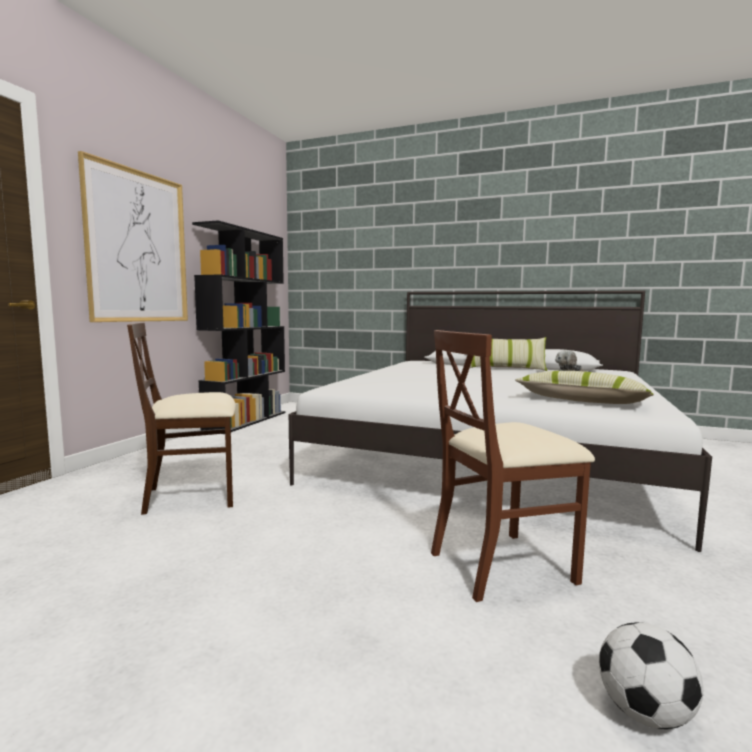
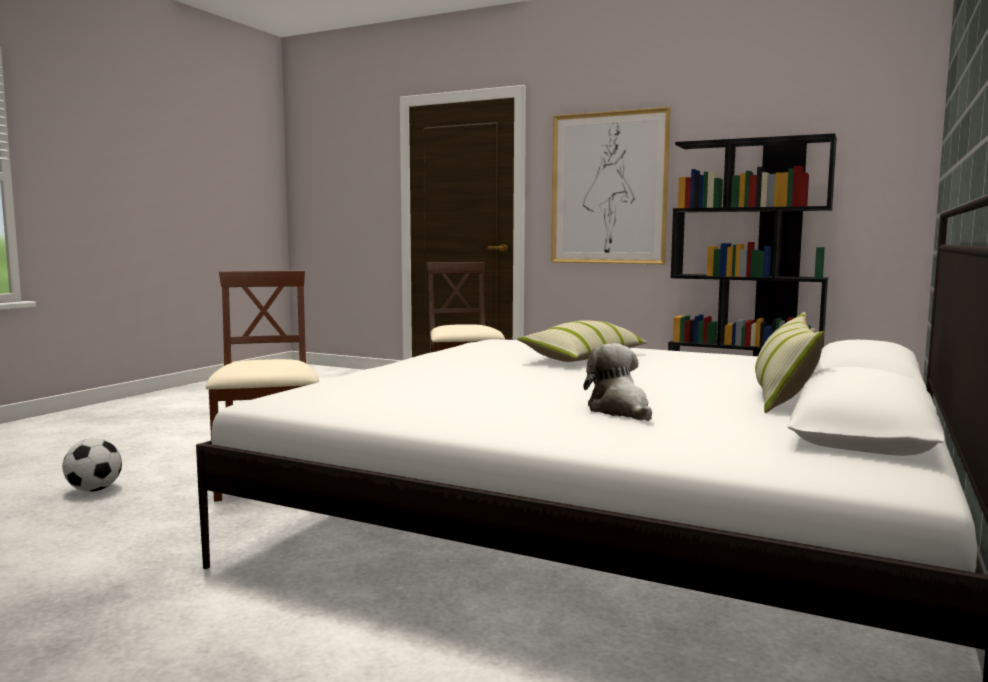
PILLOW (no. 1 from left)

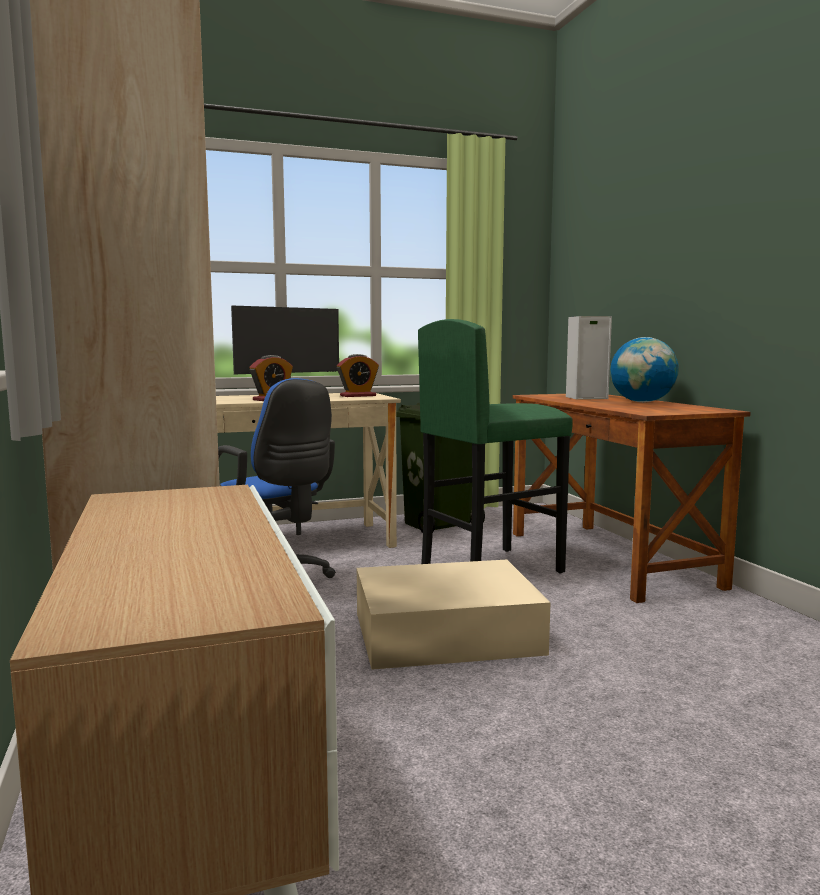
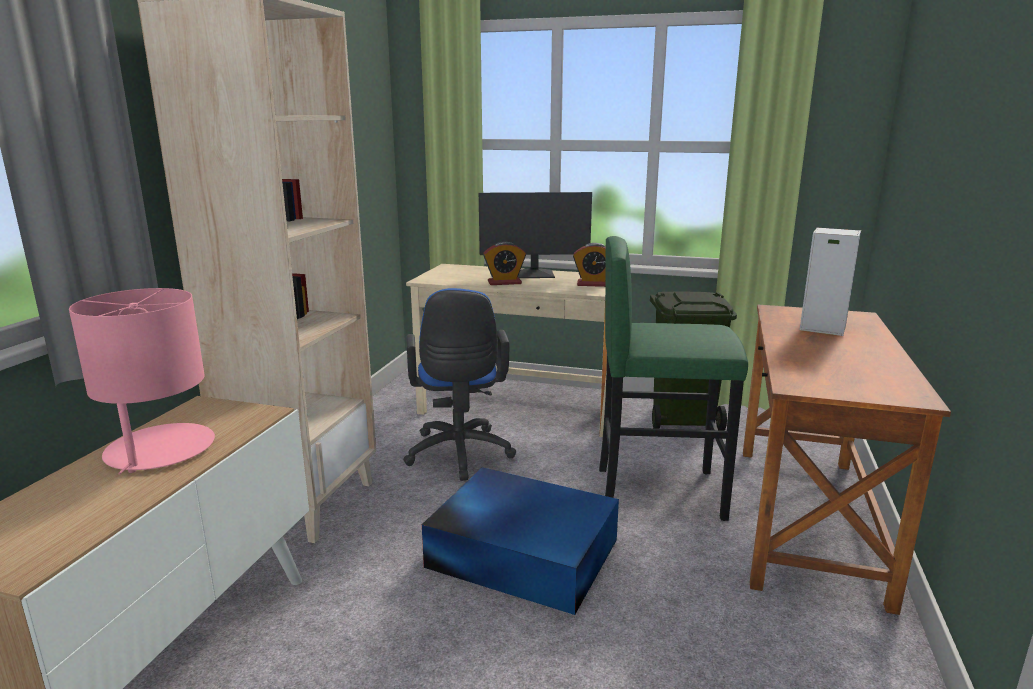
GLOBE
PINK TABLE LAMP
BLUE STORAGE BOX

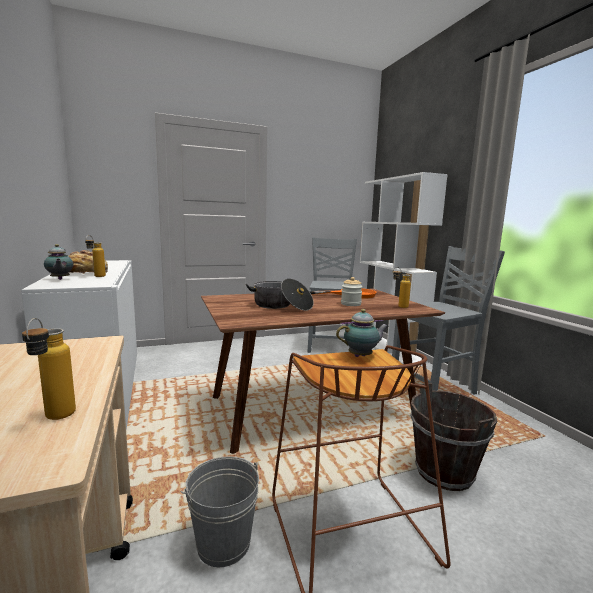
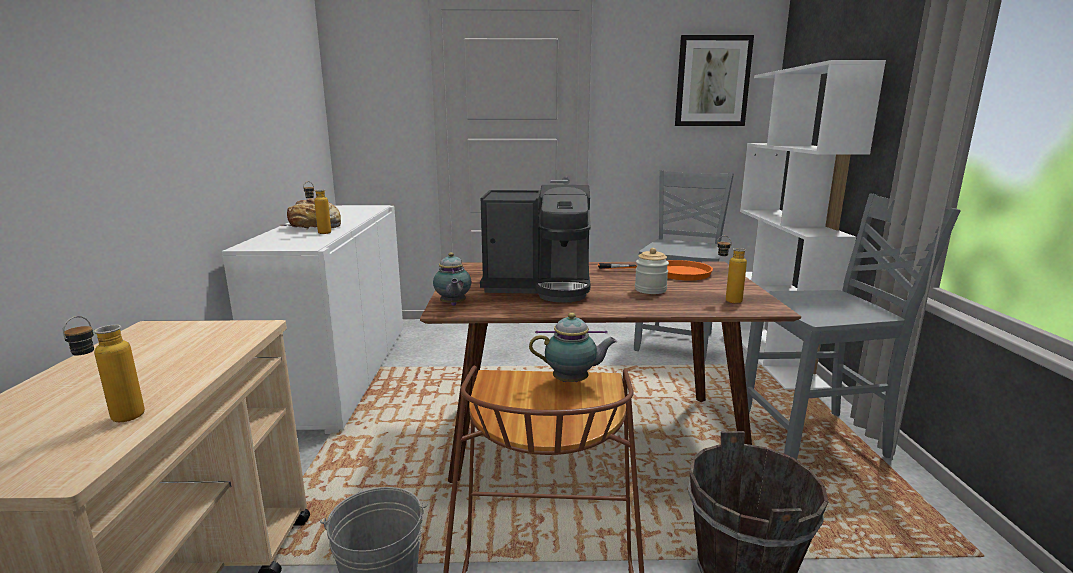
PICTURE
TEAPOT (no. 1 from left)
COFFEE MACHINE

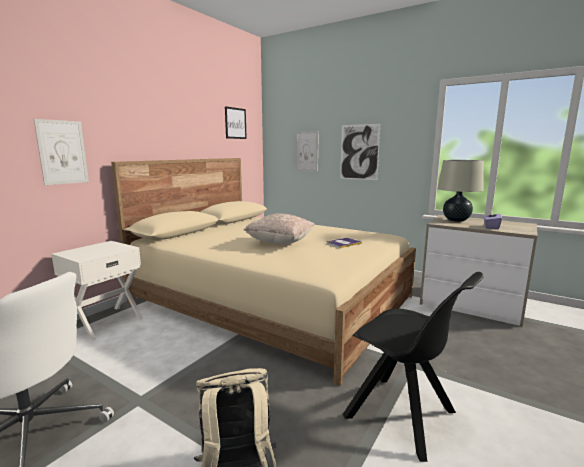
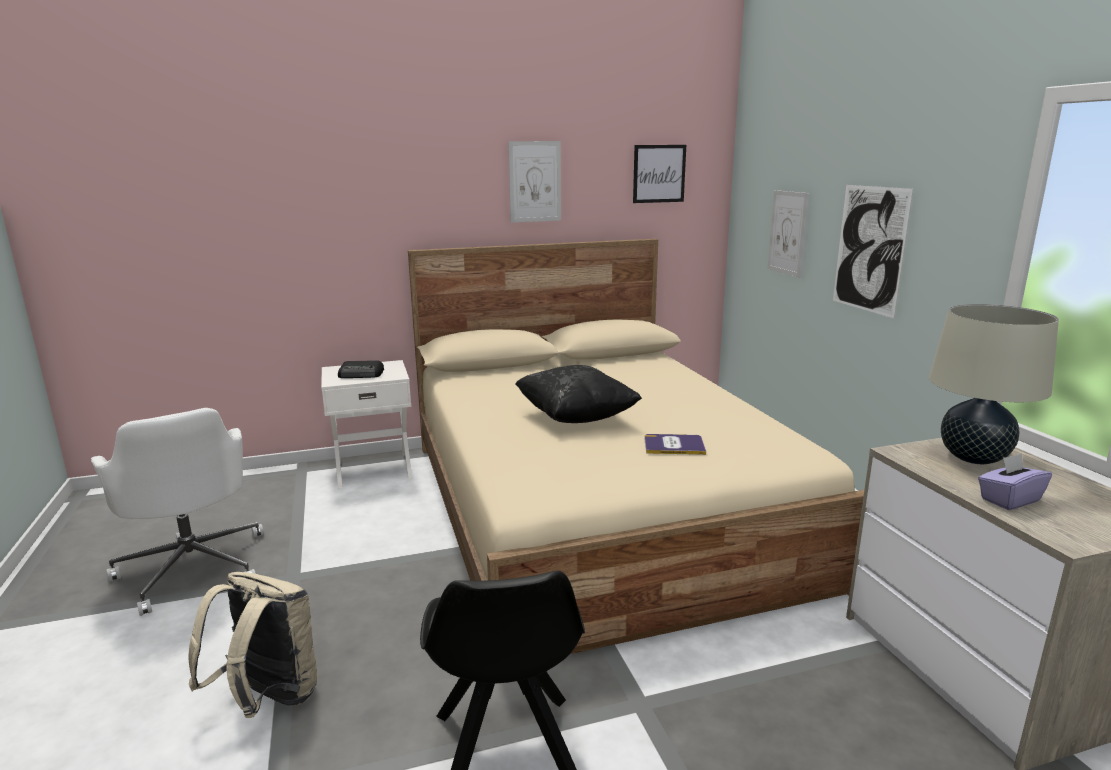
RADIO
PICTURE (no. 1 from left)
BLACK PILLOW

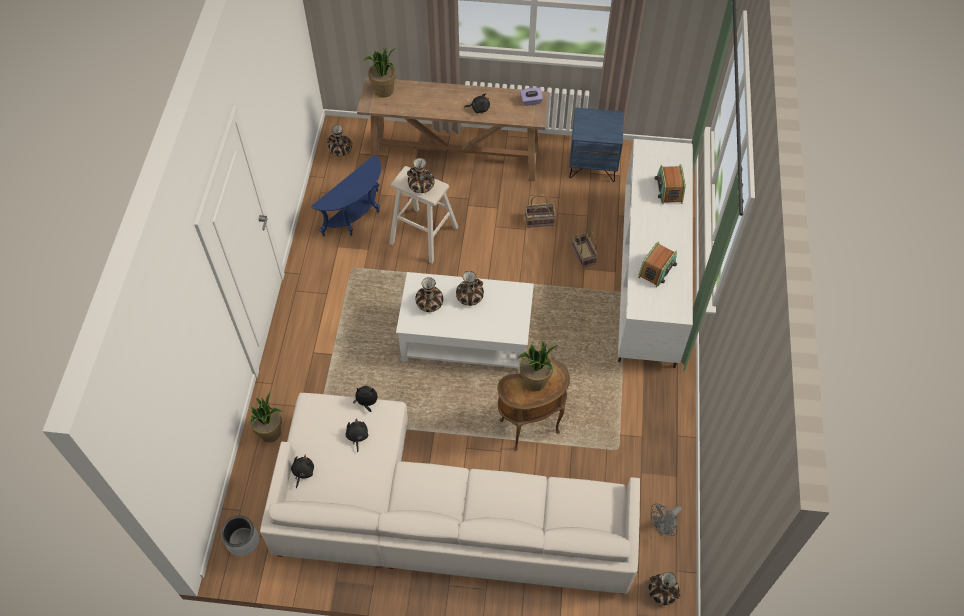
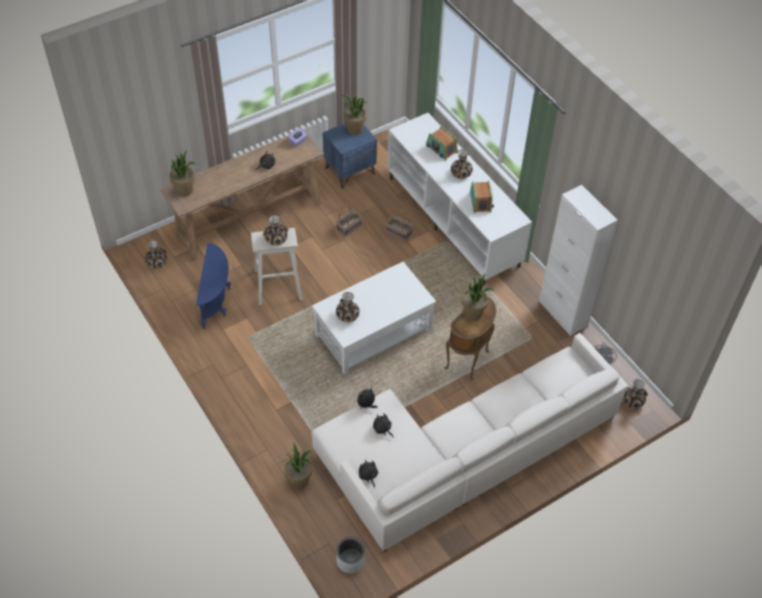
POTTED PLANT (no. 3 from left)
WHITE CABINET
VASE (no. 4 from left)

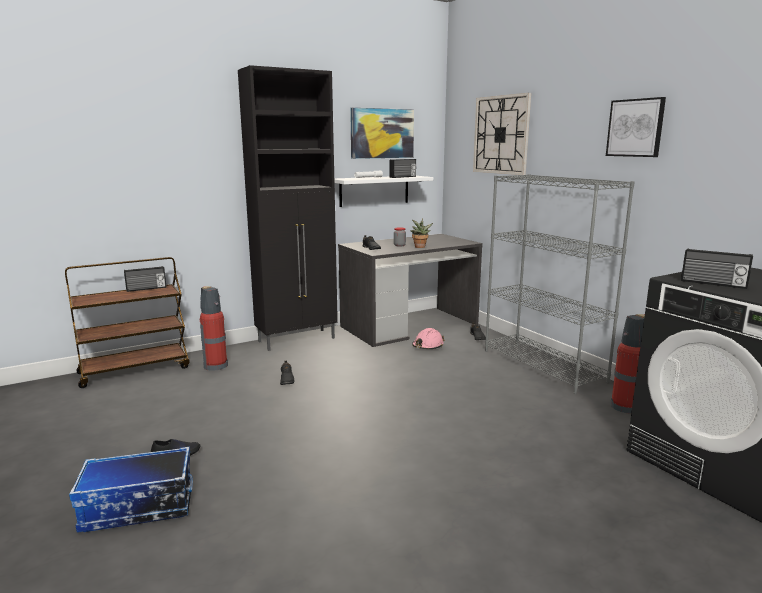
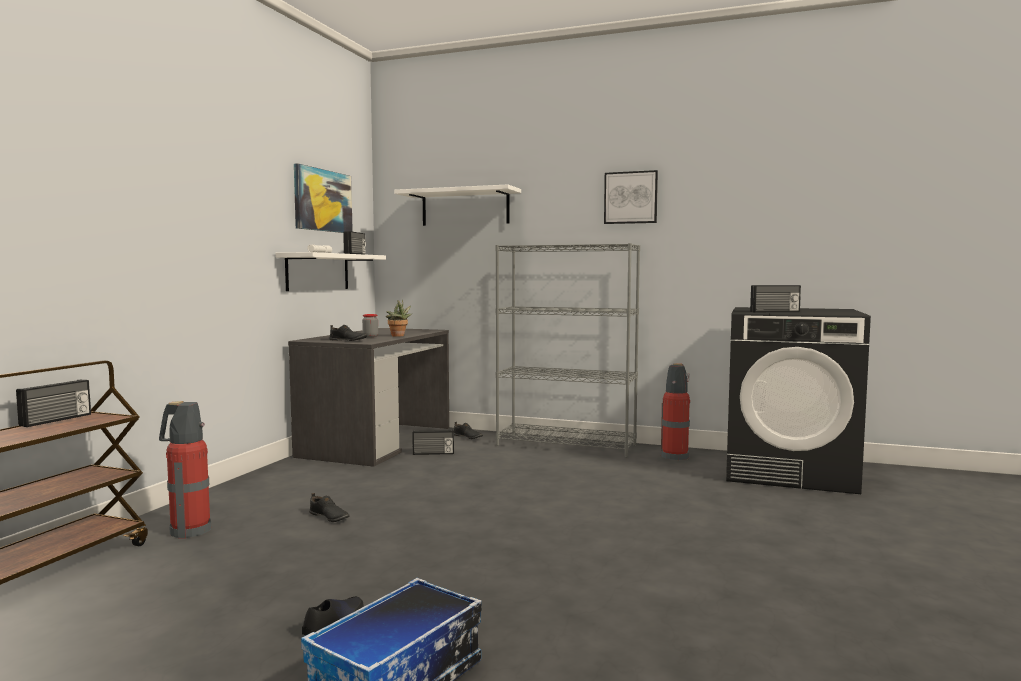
BLACK CABINET
RADIO (no. 3 from left)
WHITE SHELF (no. 2 from left)

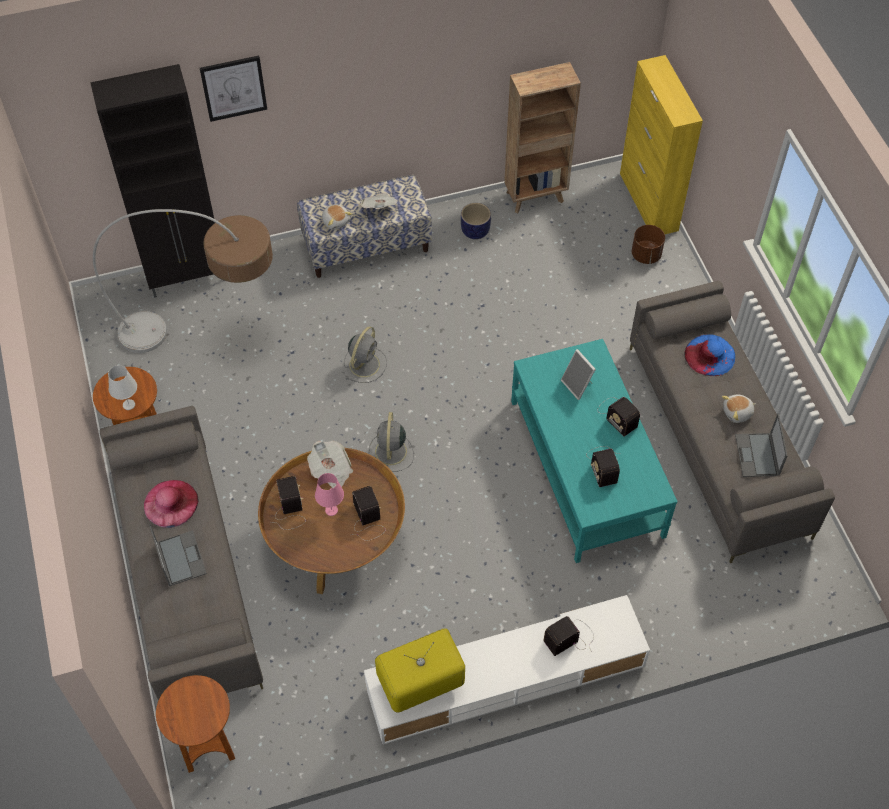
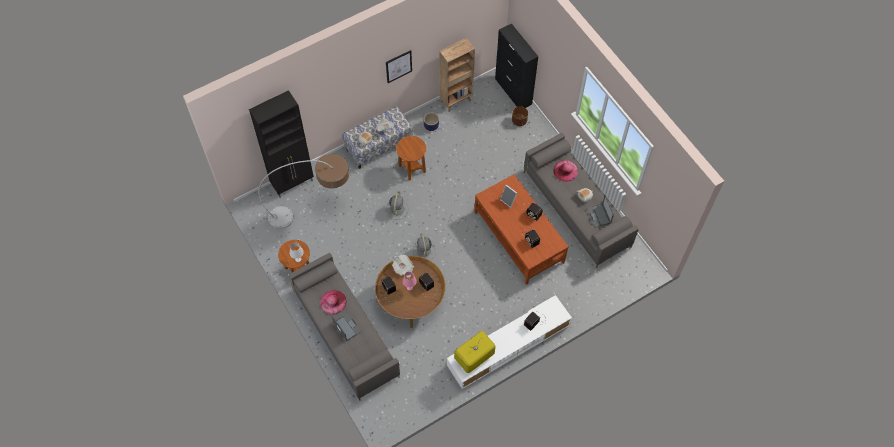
BROWN SIDE TABLE (no. 2 from left)
PICTURE
BROWN COFFEE TABLE (no. 2 from left)
BLACK CABINET (no. 2 from left)
PINK HAT (no. 2 from left)

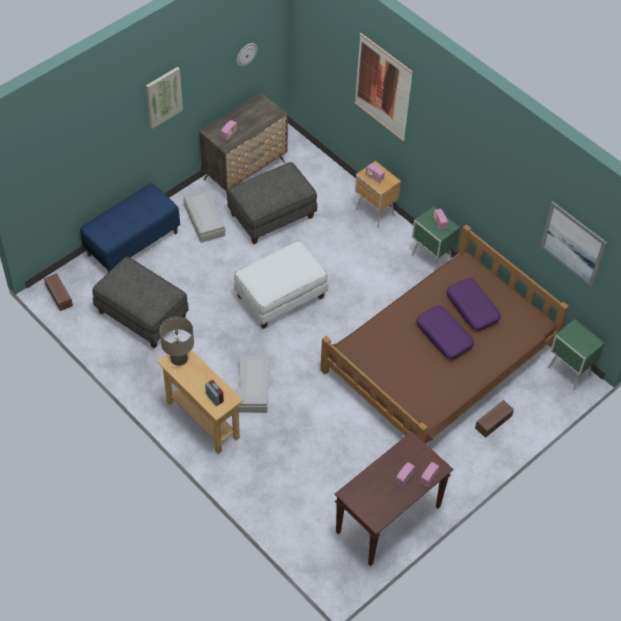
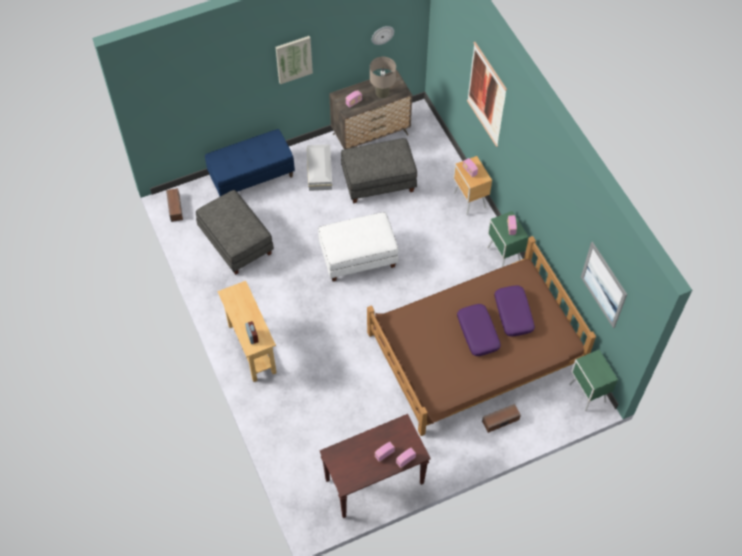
WHITE STORAGE BOX (no. 2 from left in the first image)
BEIGE TABLE LAMP

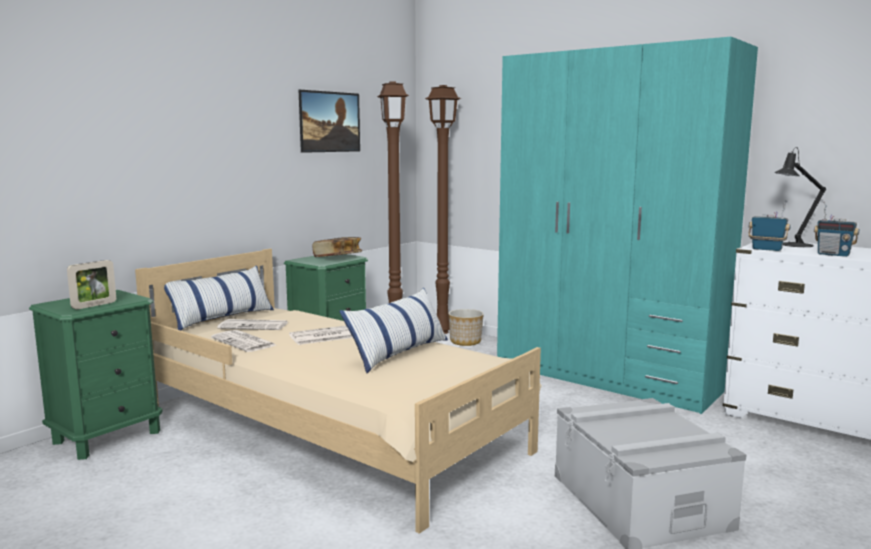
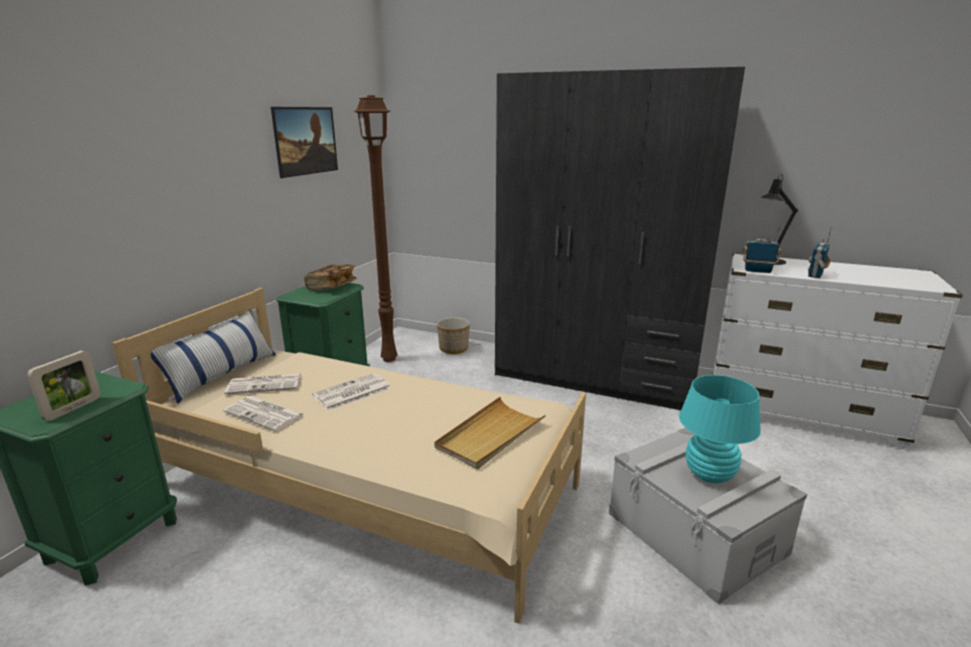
PILLOW (no. 2 from left in the first image)
BROWN FLOOR LAMP (no. 2 from left in the first image)
BEIGE TRAY
TURQUOISE TABLE LAMP
GREY WARDROBE
RADIO (no. 2 from left)

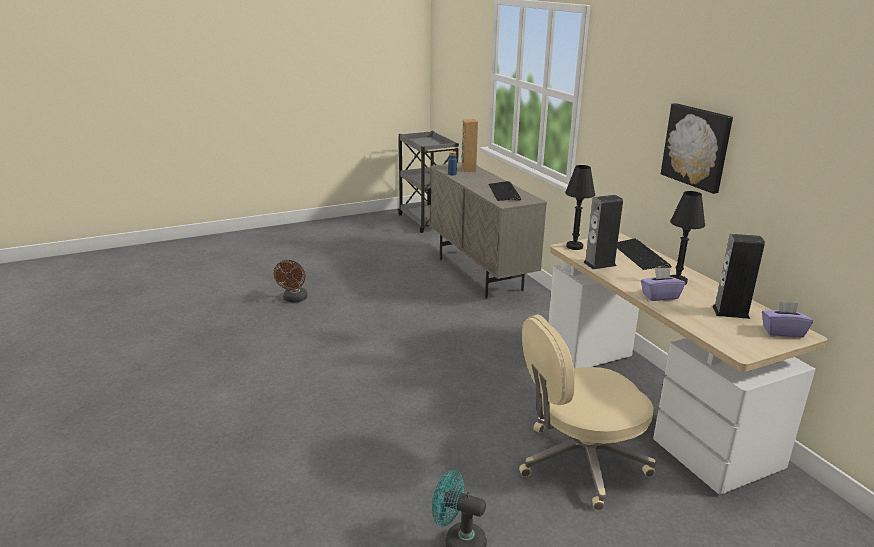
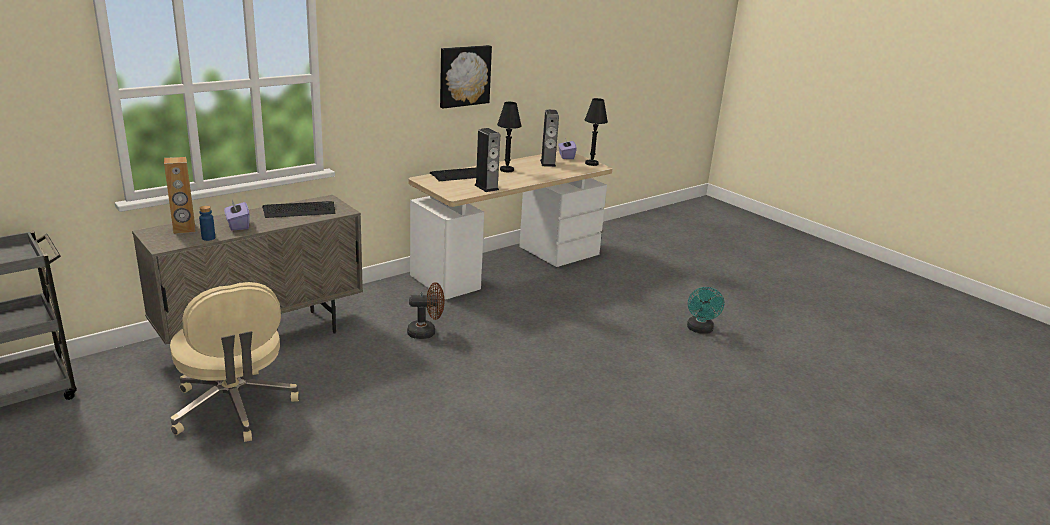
BROWN FAN
BEIGE OFFICE CHAIR
BLACK TABLE LAMP (no. 2 from left)
PURPLE TISSUE BOX (no. 1 from left)

